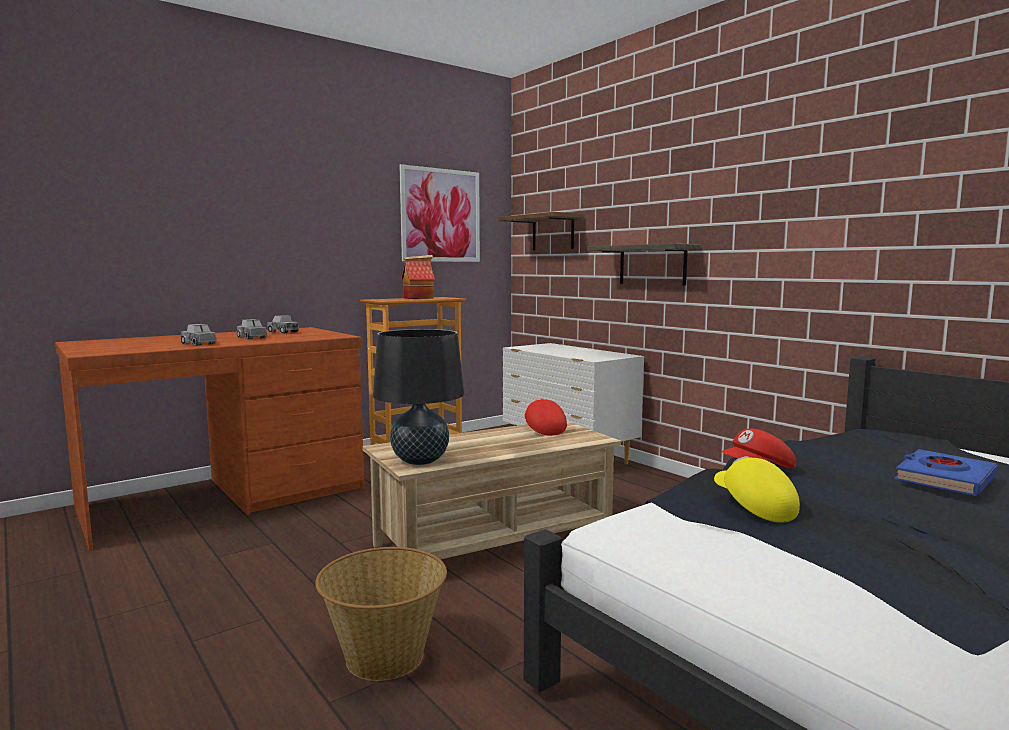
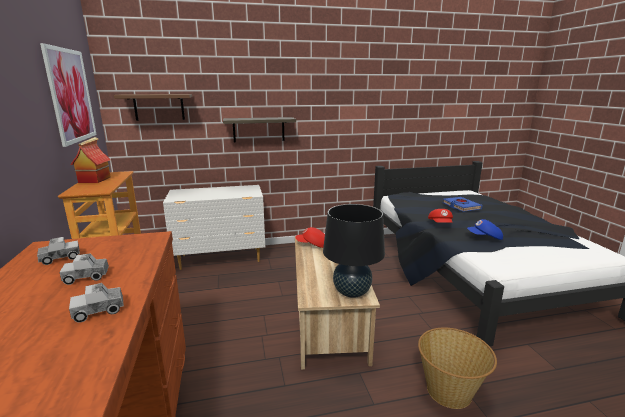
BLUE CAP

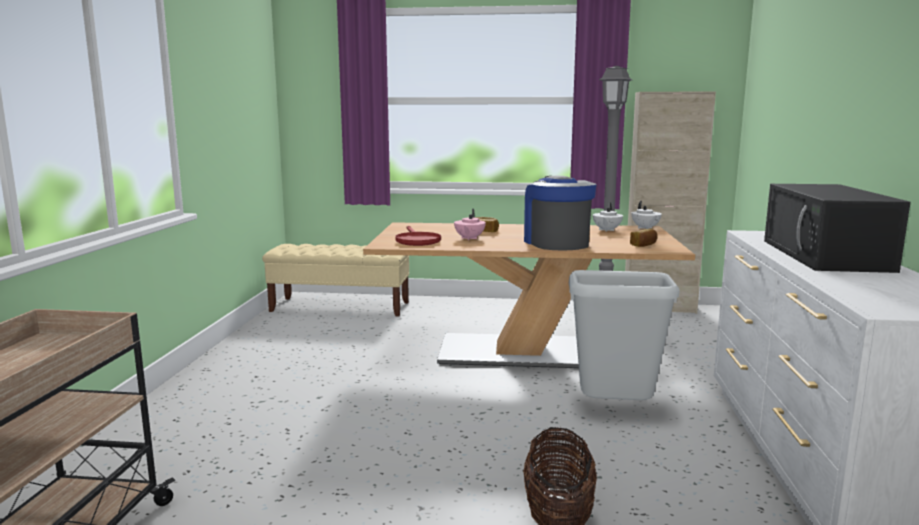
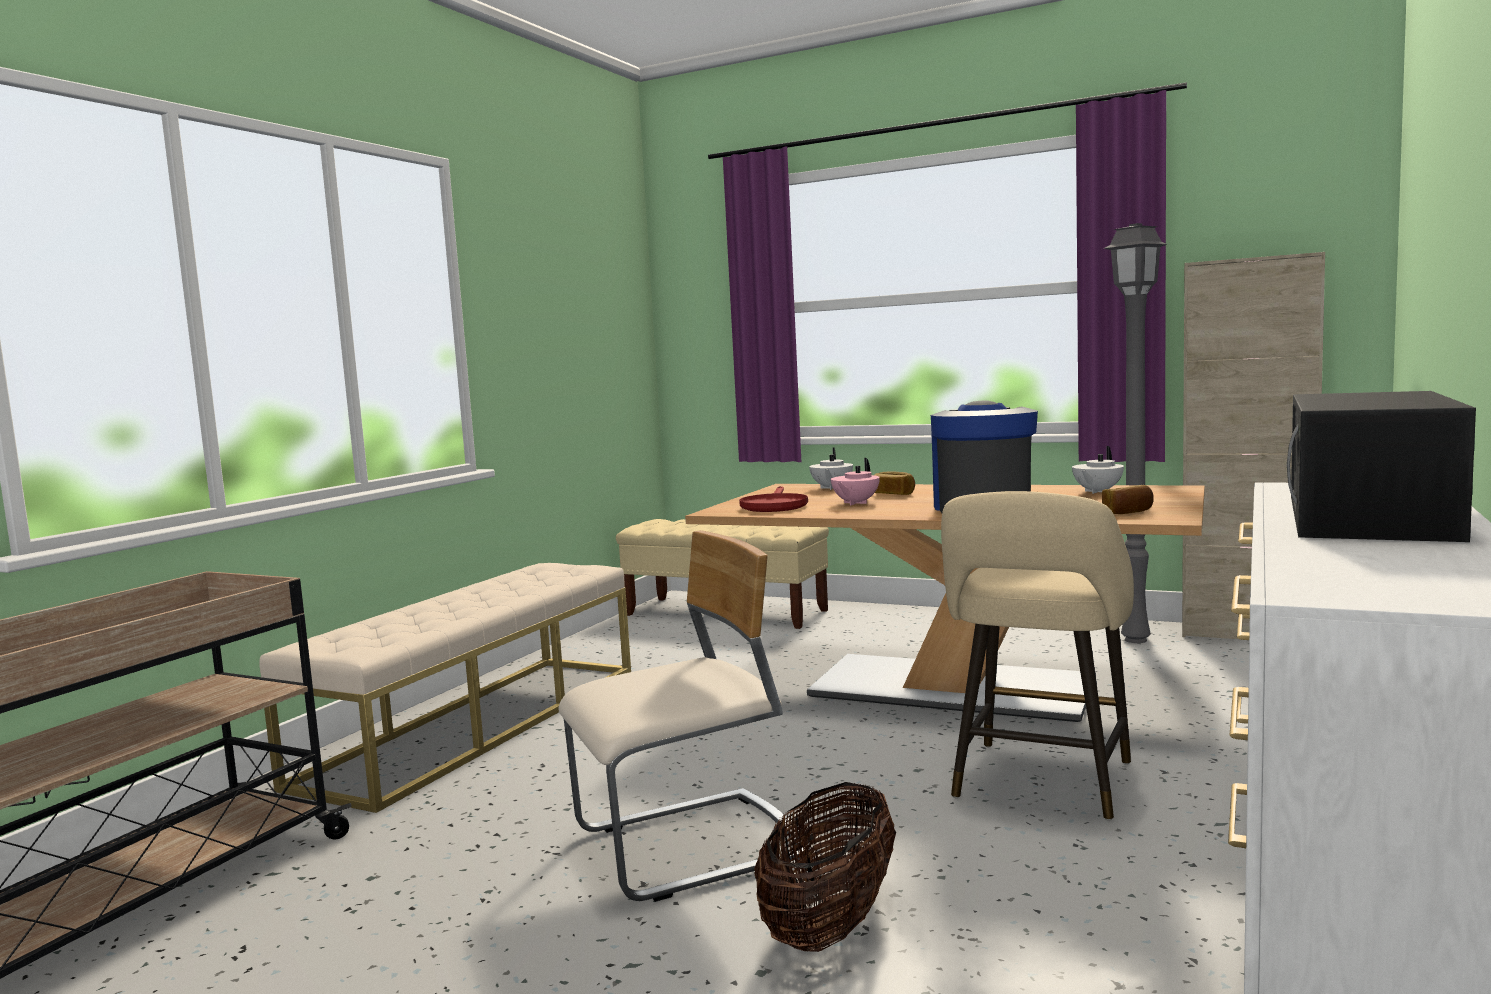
BEIGE BENCH (no. 1 from left)
BEIGE CHAIR
WHITE TEAPOT (no. 1 from left)
BEIGE STOOL

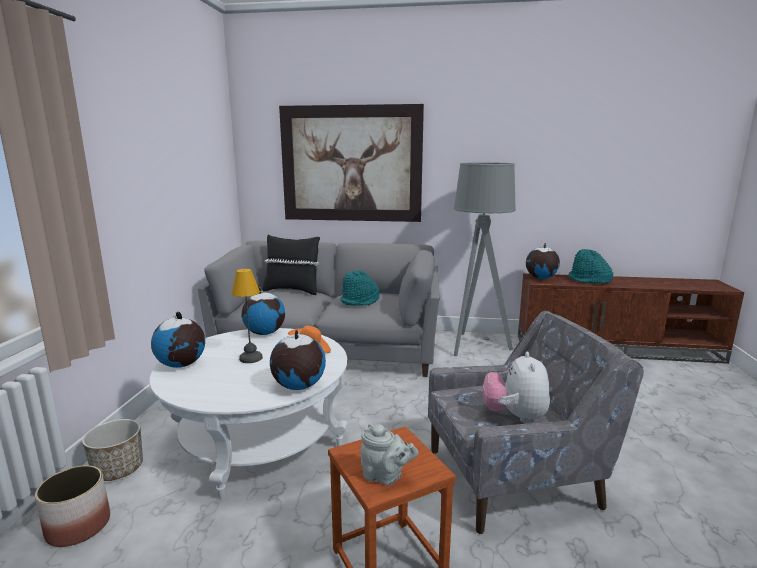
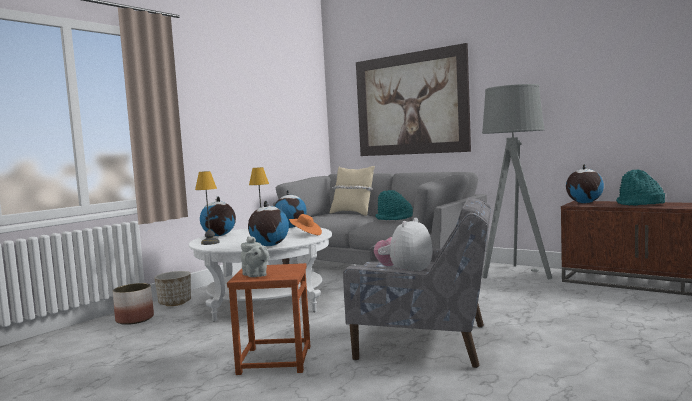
TABLE LAMP (no. 1 from left)
BEIGE PILLOW

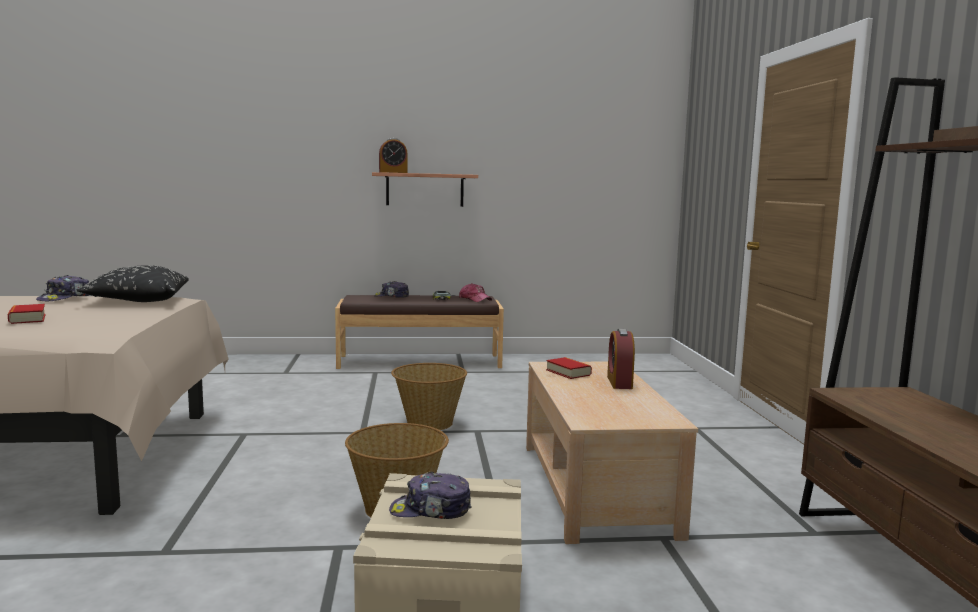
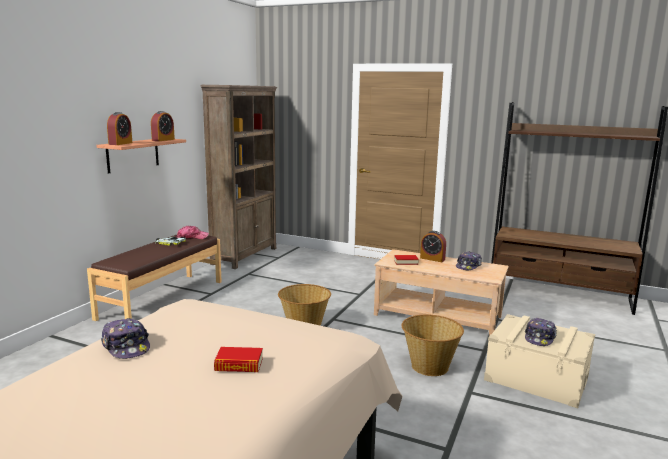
BLACK PILLOW
ALARM CLOCK (no. 2 from left)
BROWN BOOKCASE (no. 1 from left)
CAP (no. 3 from left)

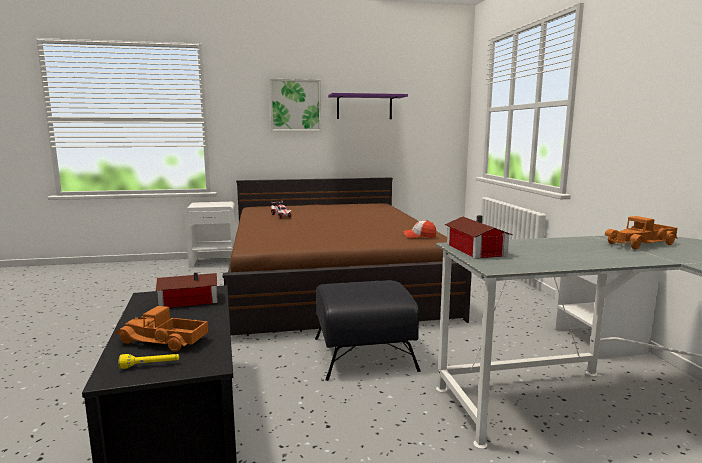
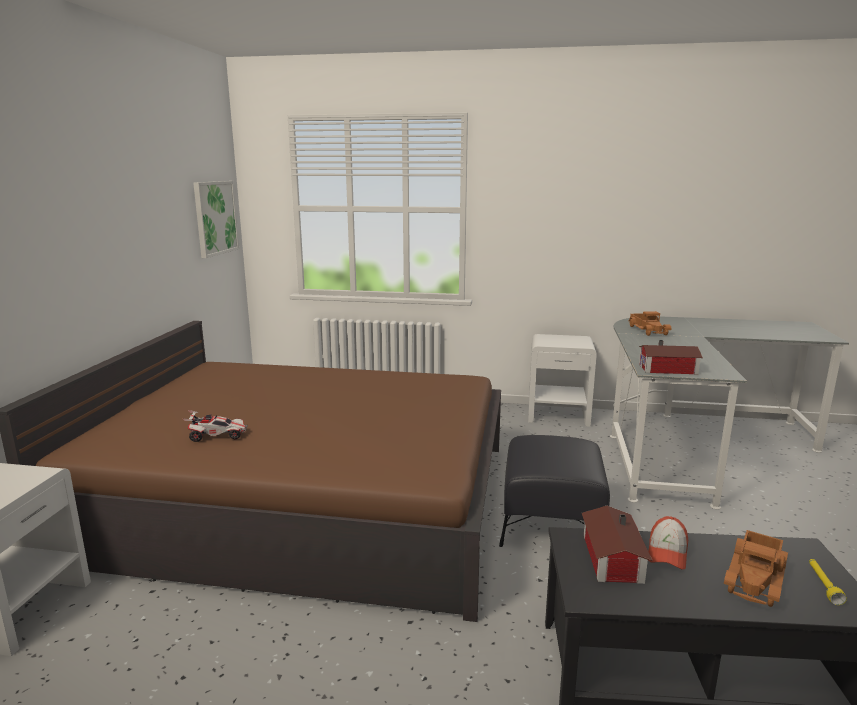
PURPLE SHELF
PICTURE
CAP

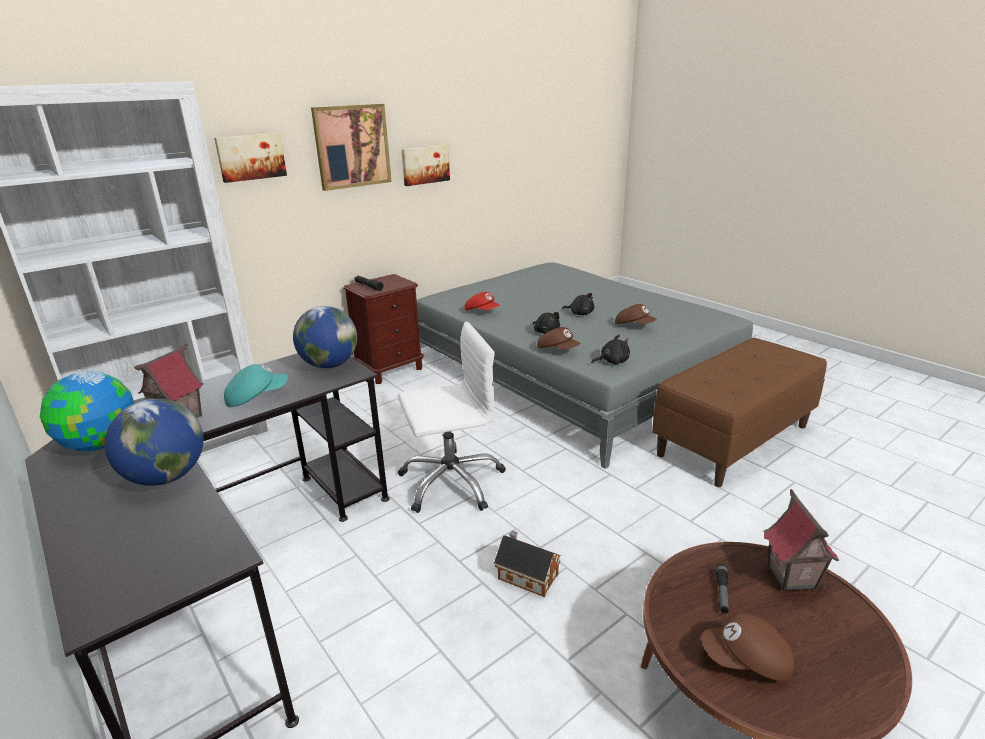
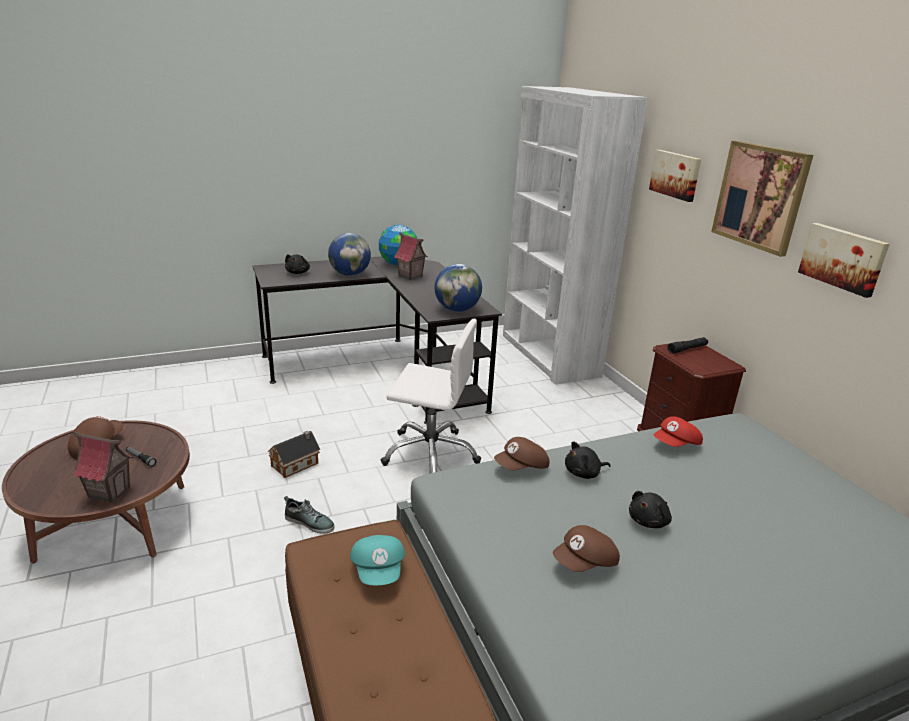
SHOE
TURQUOISE CAP
BLACK PLUSH TOY (no. 1 from left)
WHITE OFFICE CHAIR

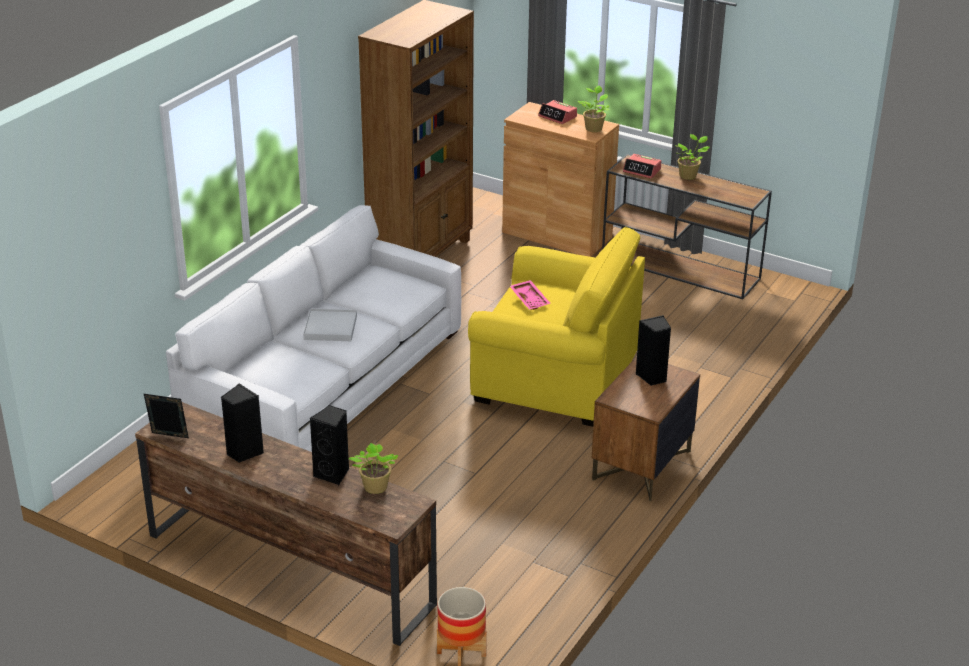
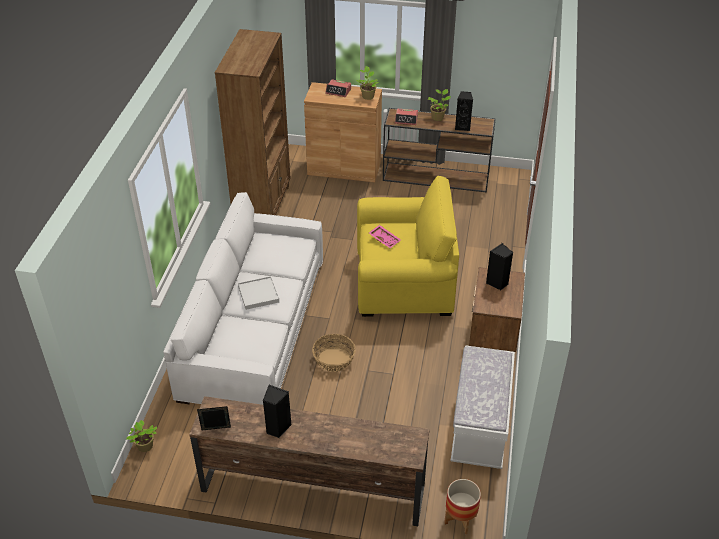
BASKET
WHITE BENCH
BLACK SPEAKER (no. 2 from left)
POTTED PLANT (no. 1 from left)

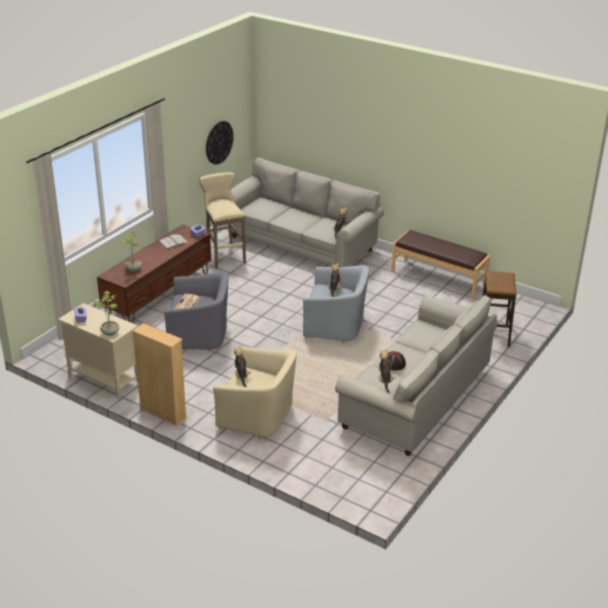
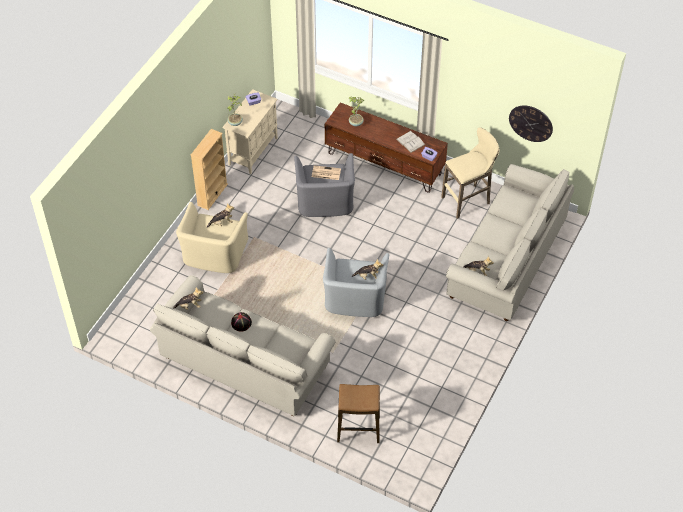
BROWN BENCH

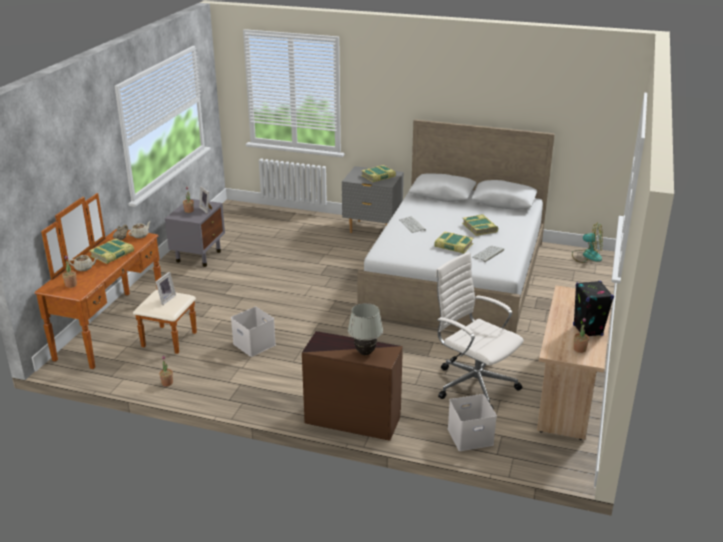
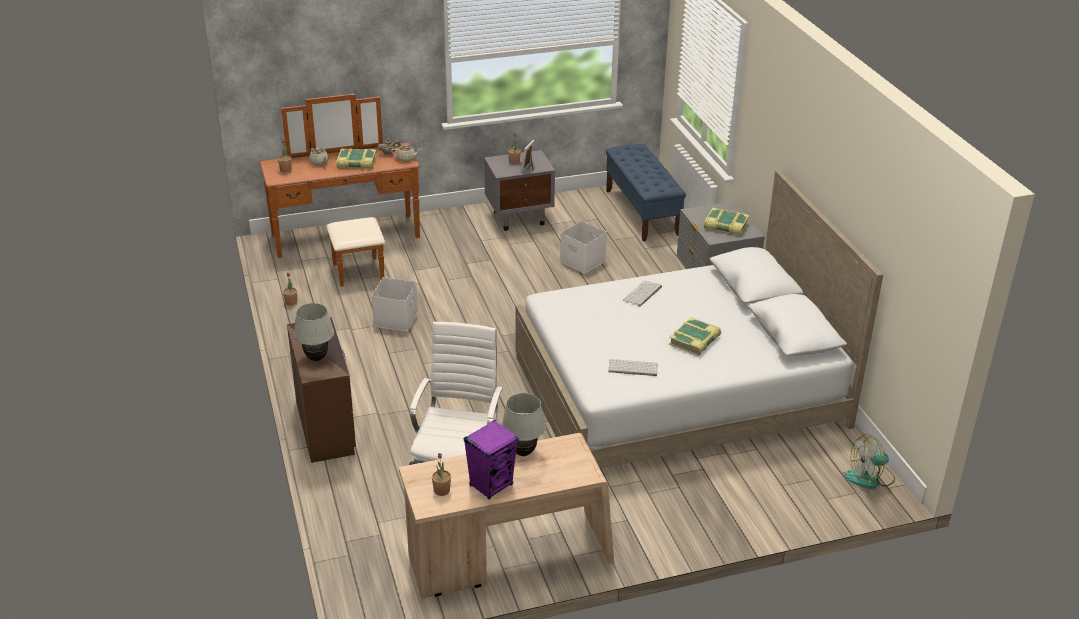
PICTURE FRAME (no. 1 from left in the first image)
BOOK (no. 3 from left in the first image)
WHITE TABLE LAMP (no. 2 from left)
BLUE BENCH
WHITE STORAGE BOX (no. 2 from left)
PURPLE SPEAKER
FAN

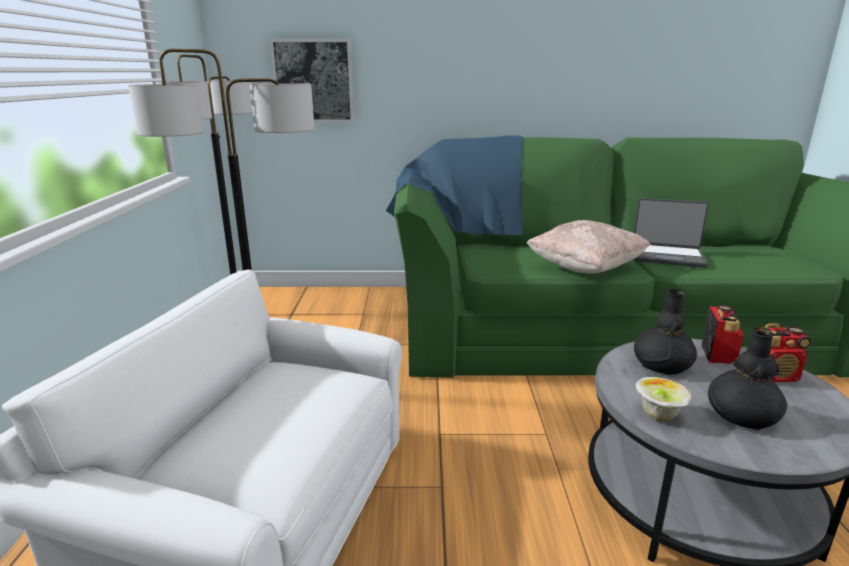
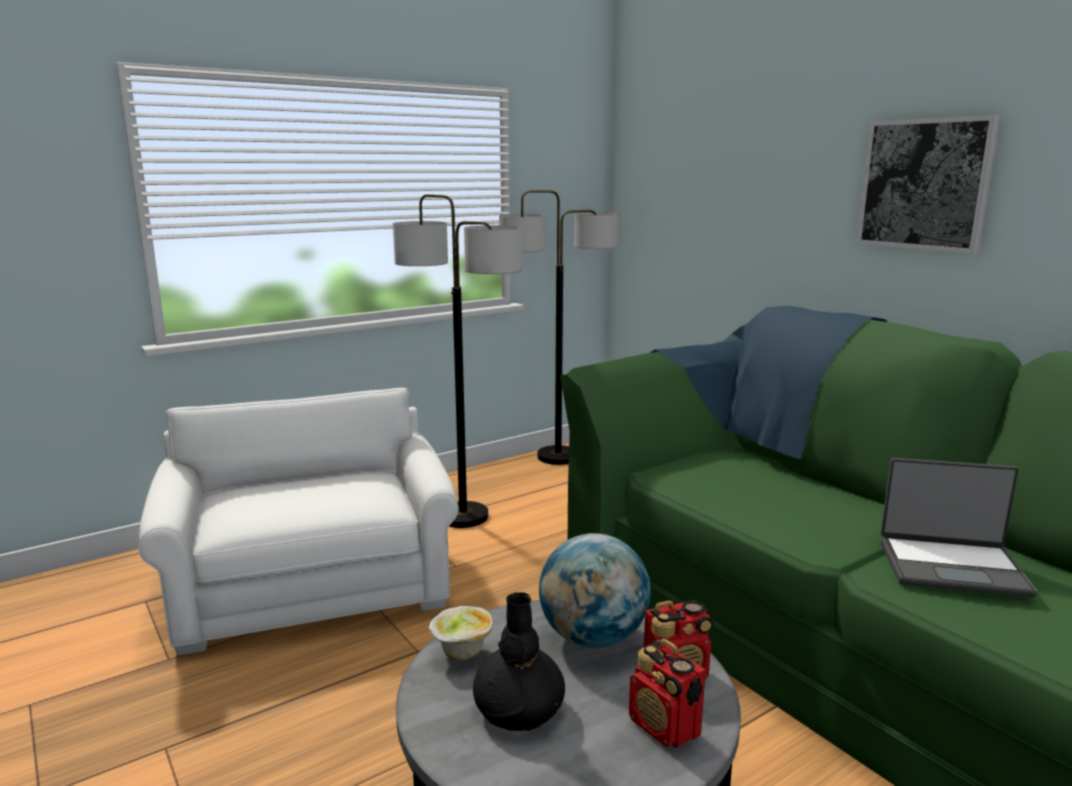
BEIGE PILLOW
PICTURE
GLOBE
LAPTOP

